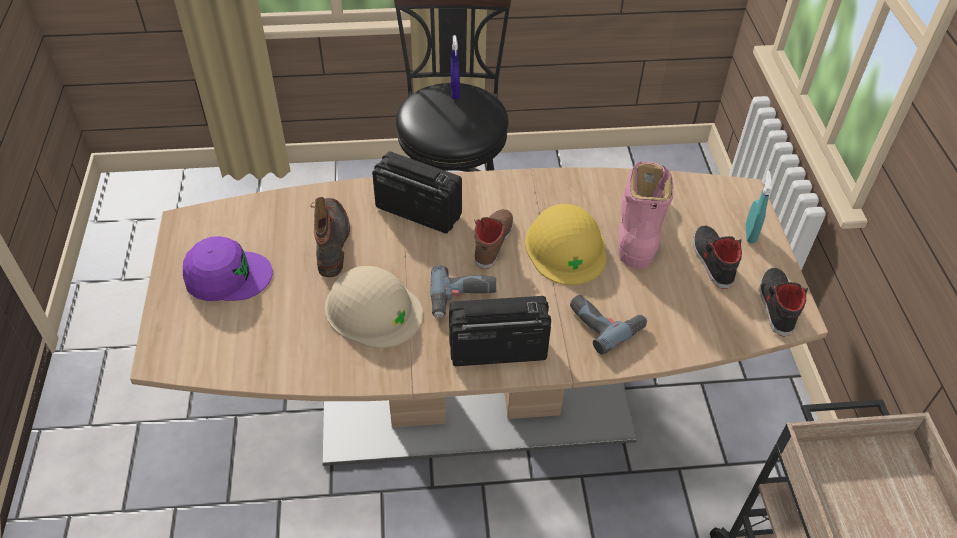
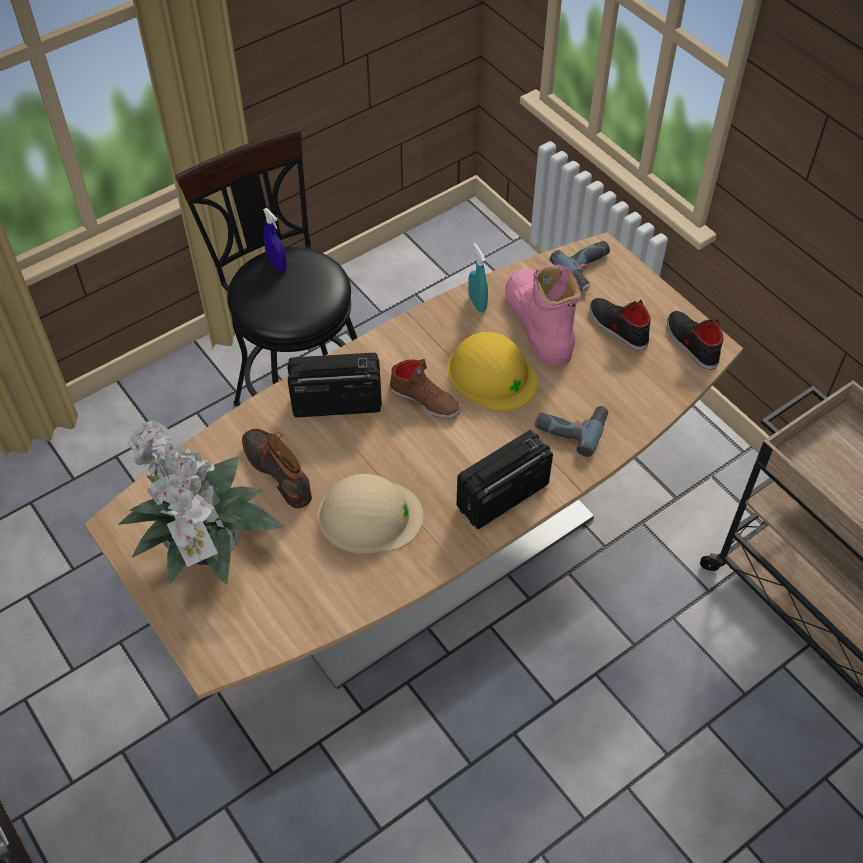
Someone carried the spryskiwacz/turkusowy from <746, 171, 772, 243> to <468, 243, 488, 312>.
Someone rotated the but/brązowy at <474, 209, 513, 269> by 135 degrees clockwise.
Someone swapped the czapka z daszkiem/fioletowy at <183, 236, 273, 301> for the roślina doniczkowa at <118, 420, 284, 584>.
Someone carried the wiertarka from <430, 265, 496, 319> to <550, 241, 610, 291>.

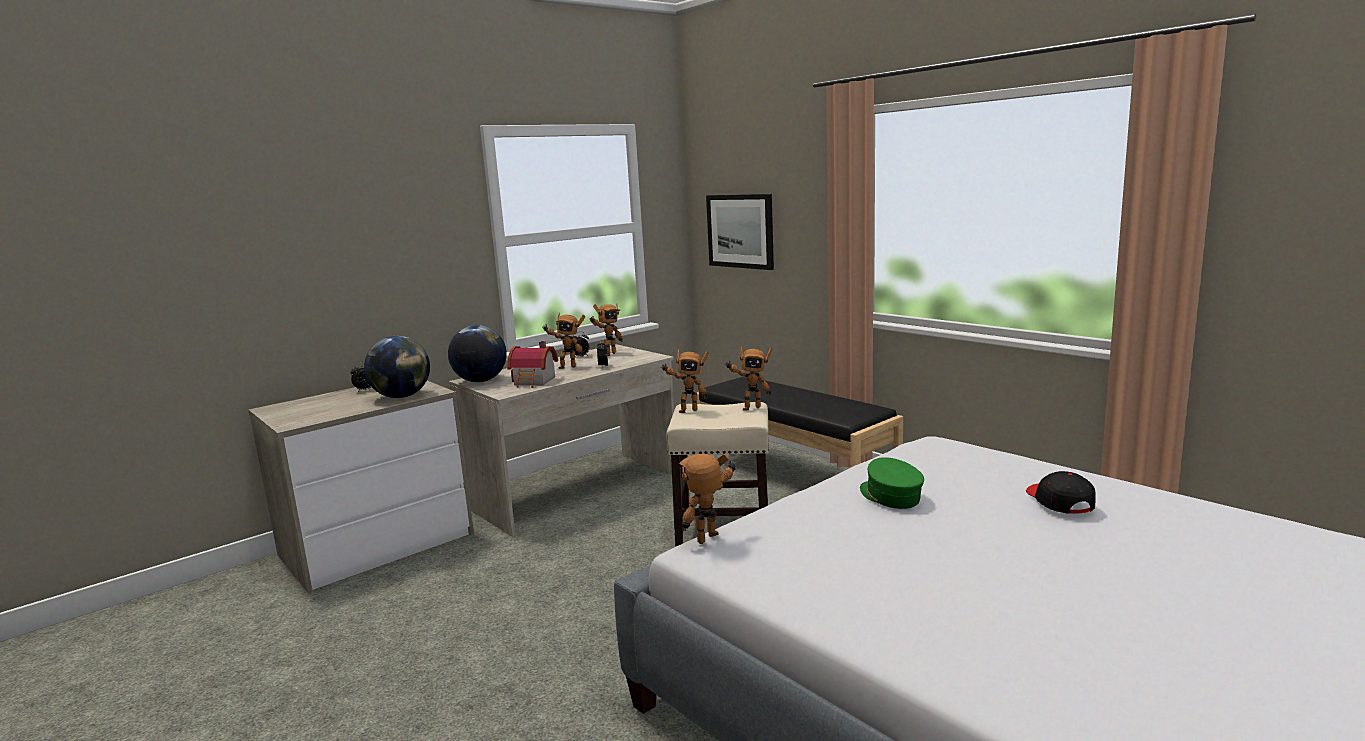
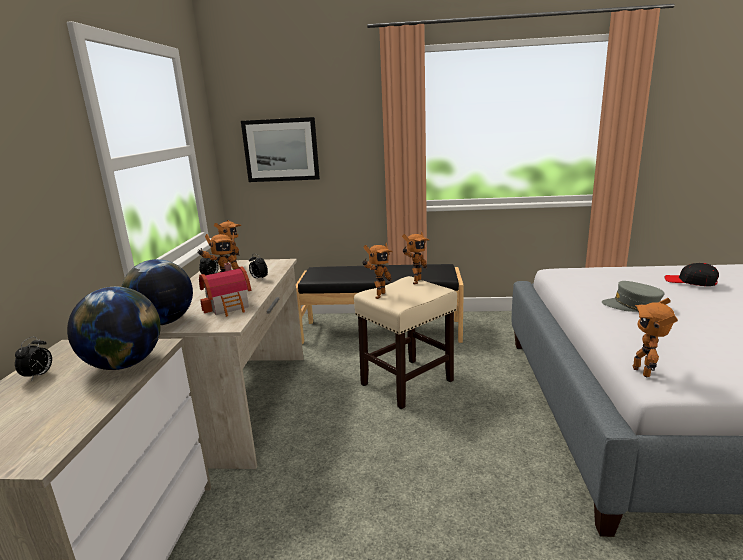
Someone repainted the czapka z daszkiem/zielony at <860, 457, 924, 509>, which became the czapka z daszkiem/szary at <602, 281, 665, 312>.

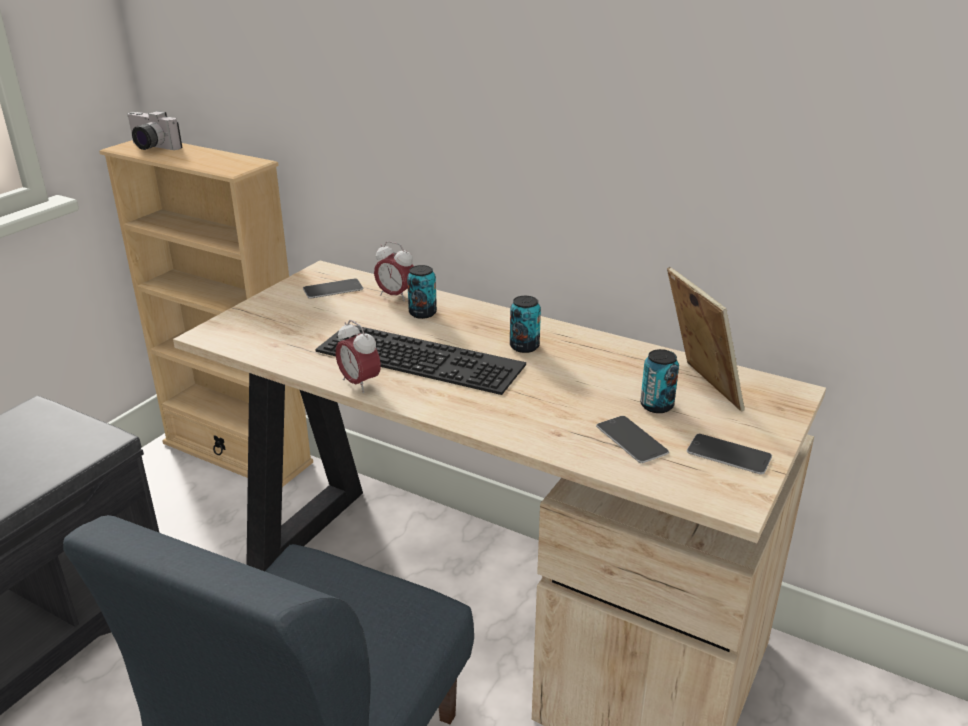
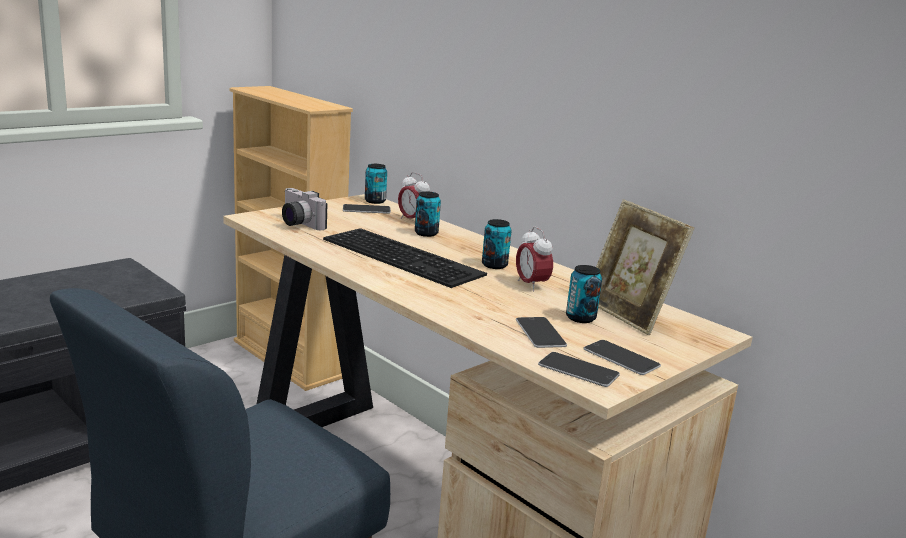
Someone carried the aparat fotograficzny from <127, 111, 183, 150> to <282, 188, 327, 230>.
Someone rotated the ramka na zdjęcie at <667, 267, 745, 412> by 150 degrees clockwise.
Someone carried the budzik from <336, 320, 381, 393> to <516, 227, 553, 292>.
Someone put down the puszka at <365, 164, 387, 204>.
Someone put down the telefon at <538, 352, 620, 387>.

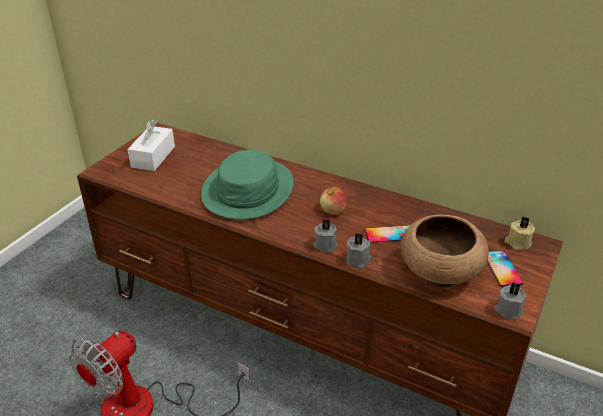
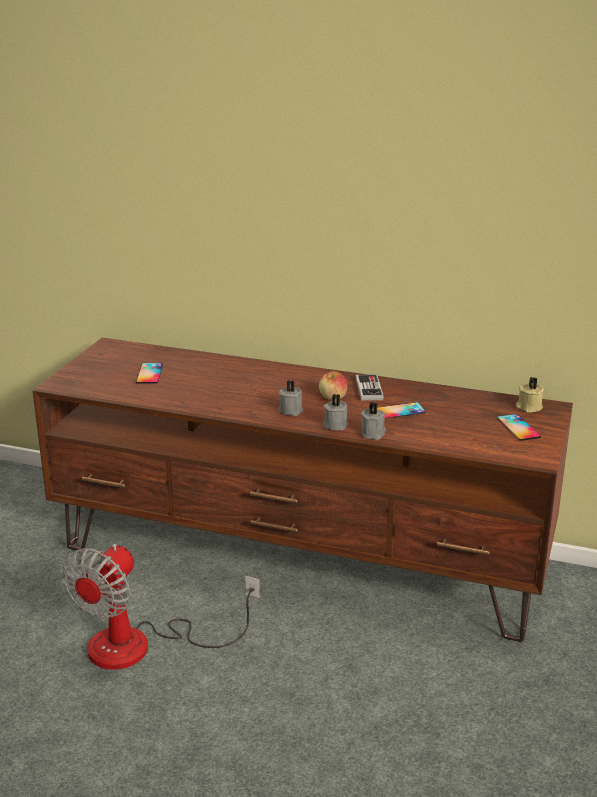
Someone took away the pudełko chusteczek/biały at <128, 119, 175, 171>.
Someone took away the kapelusz/zielony at <201, 150, 293, 219>.
Someone took away the miska/brązowy at <400, 215, 489, 288>.
Someone carried the świeca/szary from <495, 282, 526, 320> to <278, 380, 304, 416>.
Someone put down the telefon at <136, 363, 163, 384>.
Someone put down the pad do gier at <356, 374, 384, 401>.

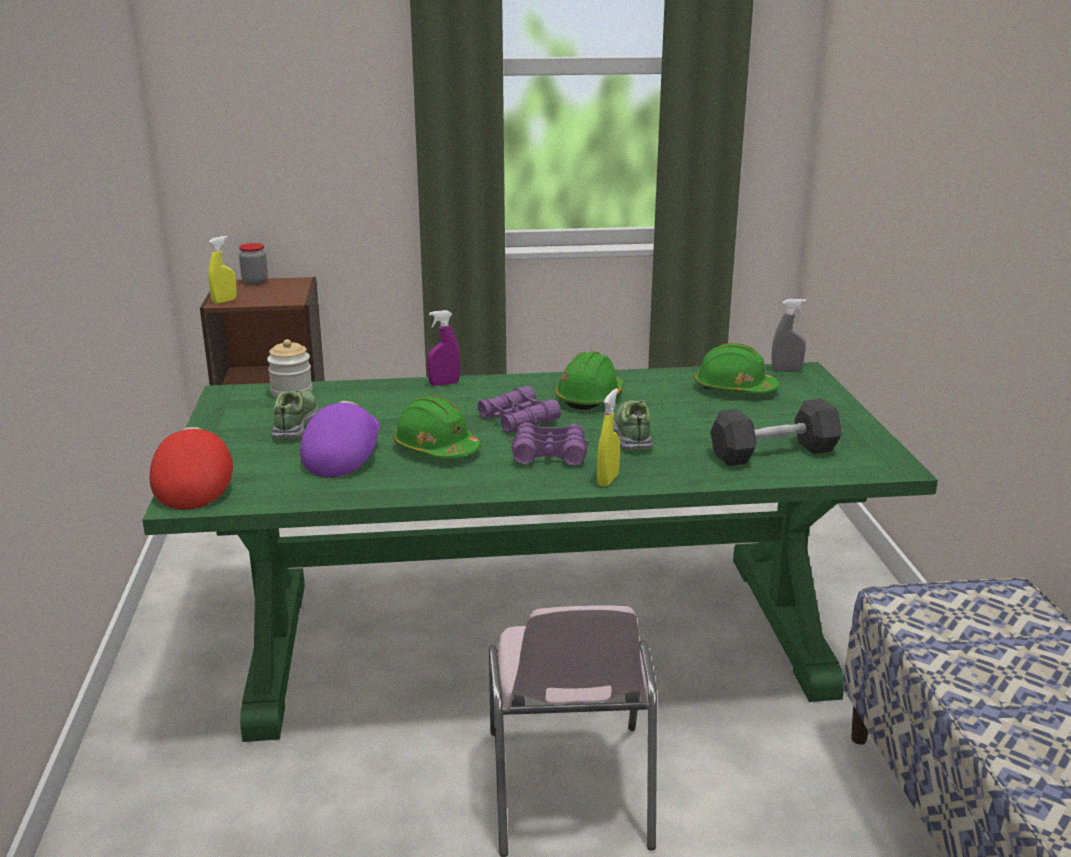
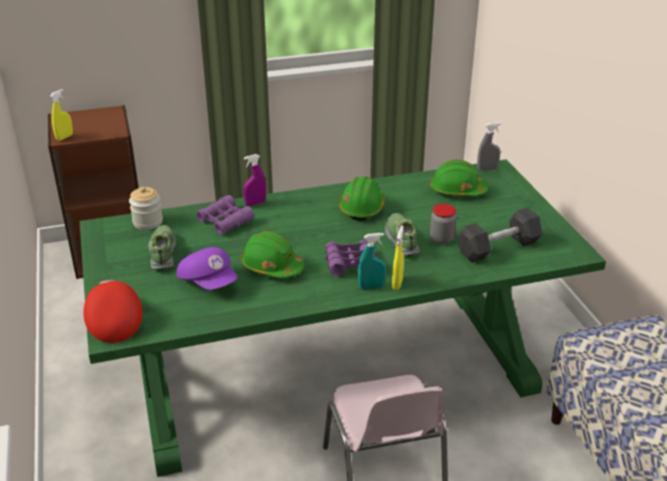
Someone carried the słoik from <239, 243, 268, 285> to <430, 204, 456, 245>.
Someone carried the lornetka/fioletowy from <477, 386, 561, 434> to <196, 195, 254, 235>.
Someone rotated the czapka z daszkiem/fioletowy at <300, 401, 380, 478> by 135 degrees clockwise.
Someone put down the spryskiwacz/turkusowy at <358, 233, 386, 289>.

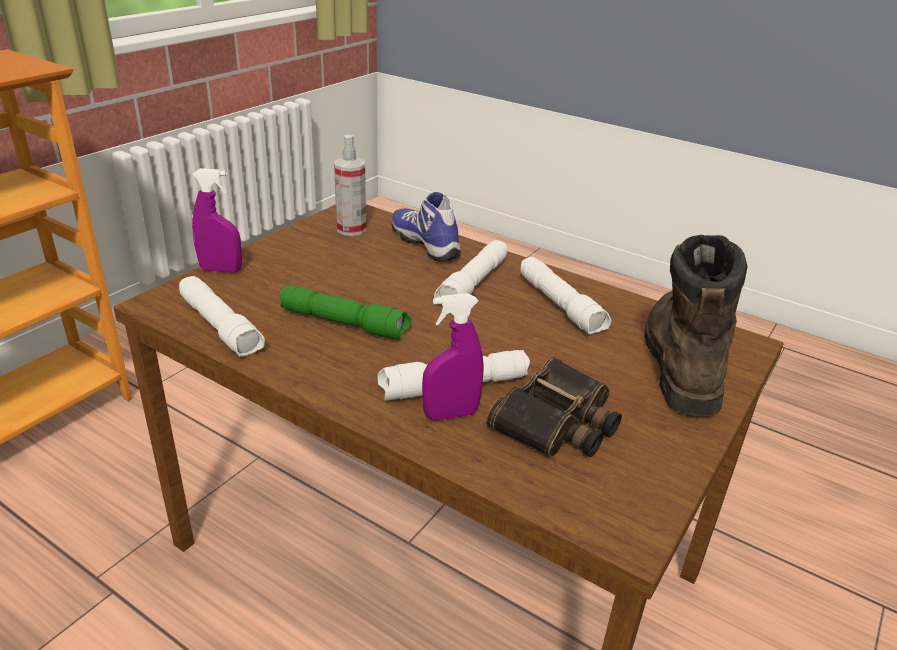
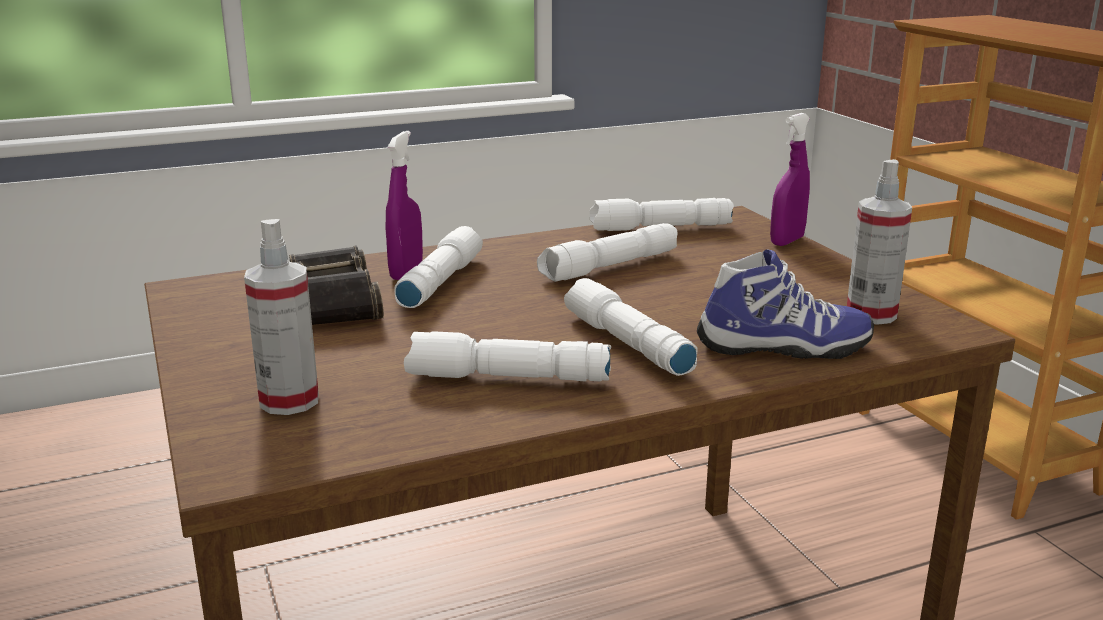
Someone swapped the but z cholewką/brązowy at <644, 235, 748, 416> for the spryskiwacz at <244, 219, 319, 415>.
Someone repainted the latarka/zielony at <279, 285, 411, 340>, which became the latarka/biały at <537, 223, 678, 282>.

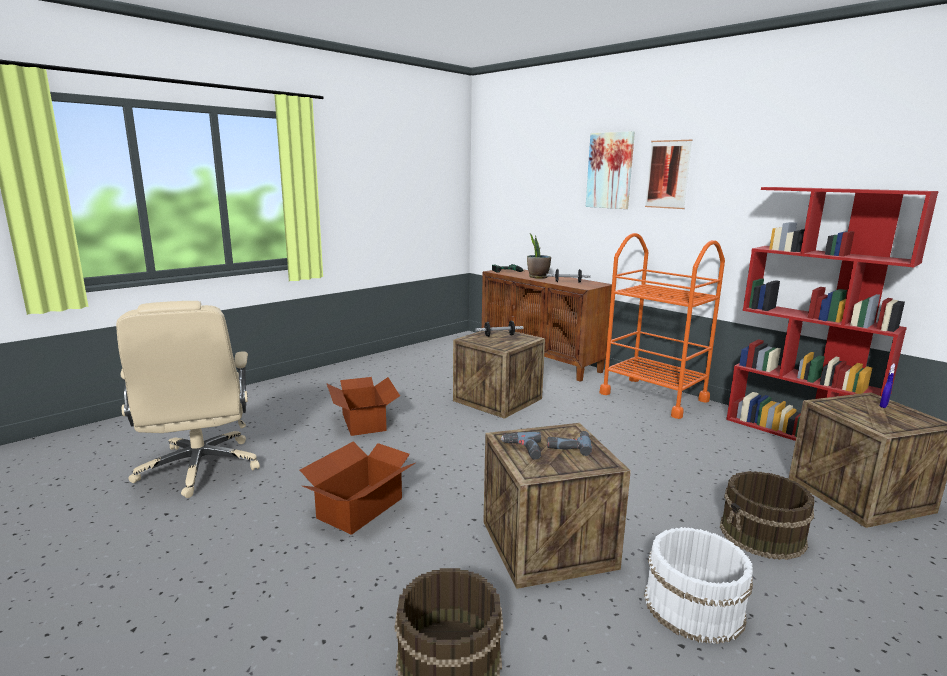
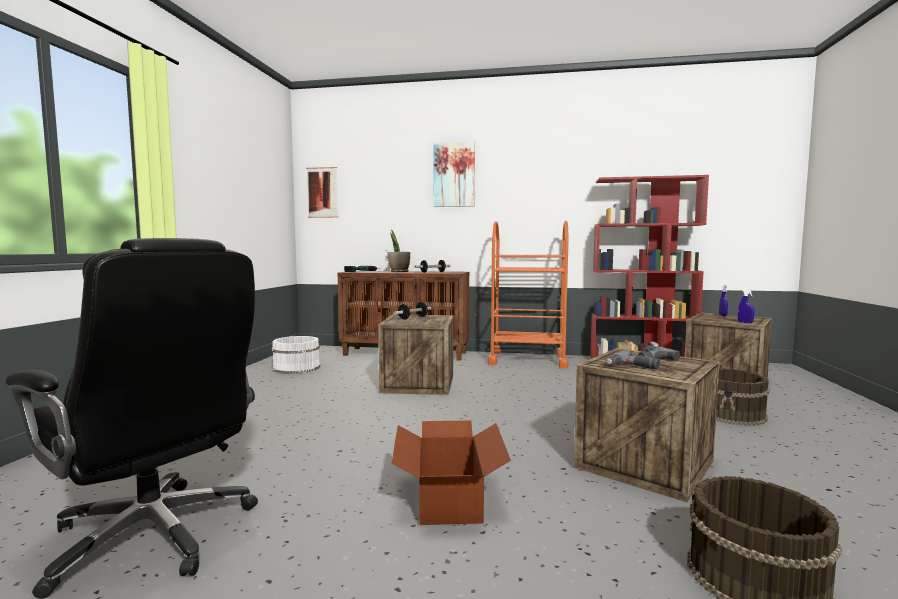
Someone carried the obraz from <645, 140, 692, 209> to <306, 167, 338, 218>.
Someone repainted the krzesło biurowe/beżowy at <116, 301, 260, 498>, which became the krzesło biurowe/czarny at <5, 238, 258, 599>.
Someone took away the karton at <327, 377, 400, 436>.
Someone carried the wiadro/biały from <644, 527, 753, 644> to <272, 336, 320, 374>.
Someone put down the spryskiwacz/niebieski at <738, 289, 755, 323>.

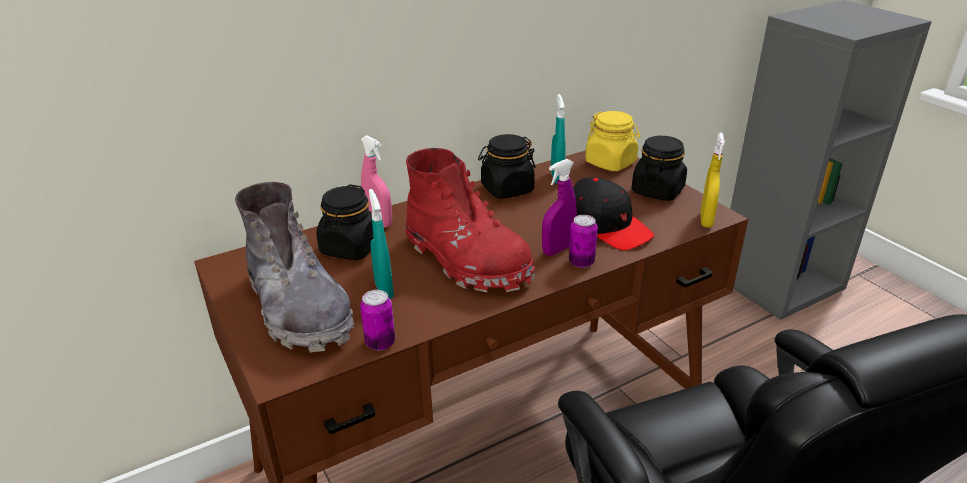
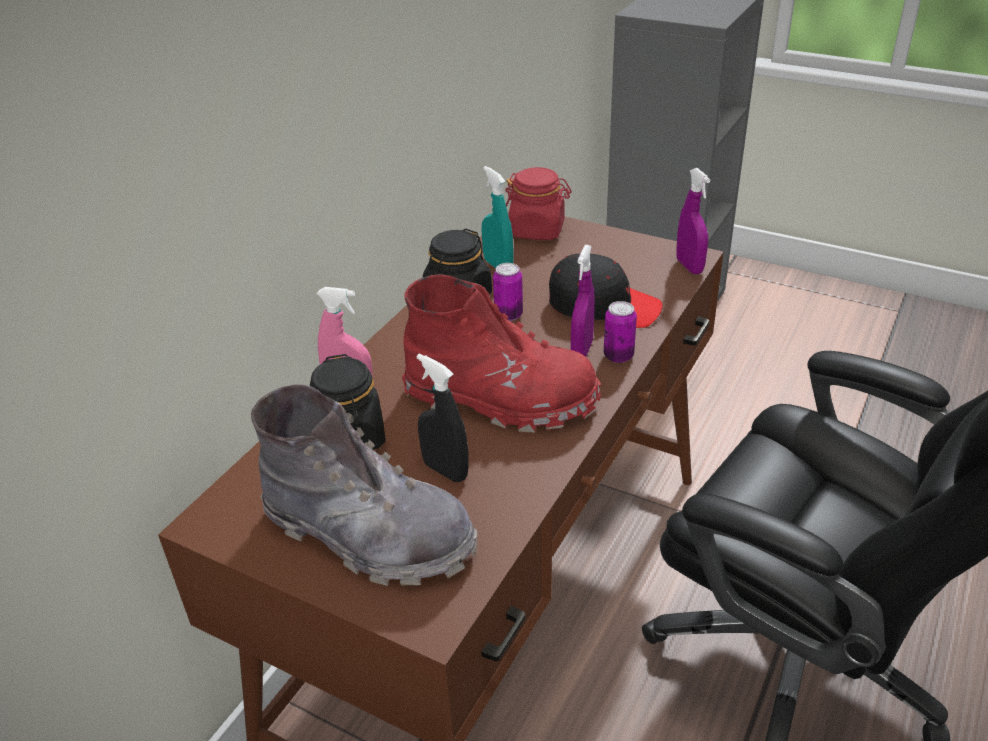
Someone repainted the słoik/żółty at <585, 111, 640, 171>, which became the słoik/czerwony at <505, 167, 572, 240>.
Someone repainted the spryskiwacz/żółty at <700, 133, 725, 227>, which became the spryskiwacz/fioletowy at <676, 168, 710, 274>.
Someone took away the słoik/czarny at <631, 136, 687, 201>.
Someone repainted the spryskiwacz/turkusowy at <369, 189, 394, 299>, which became the spryskiwacz/czarny at <417, 354, 468, 482>.
Someone carried the puszka from <360, 290, 395, 351> to <493, 263, 523, 321>.

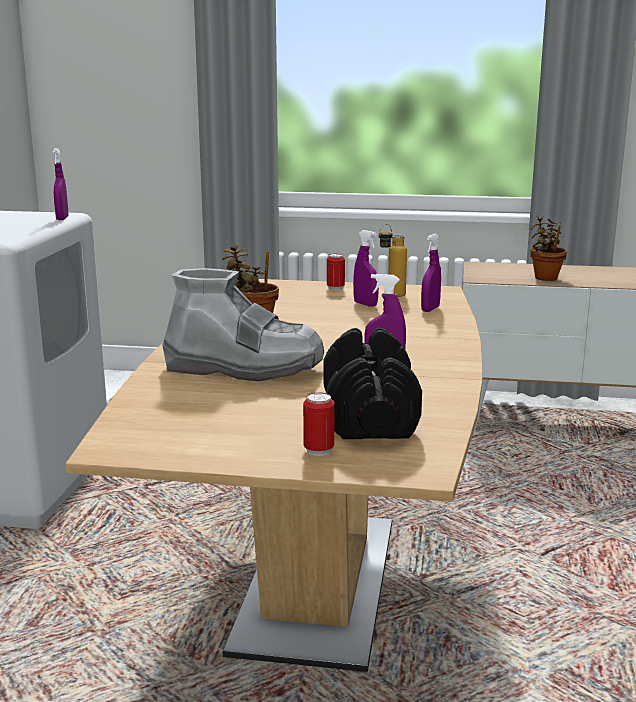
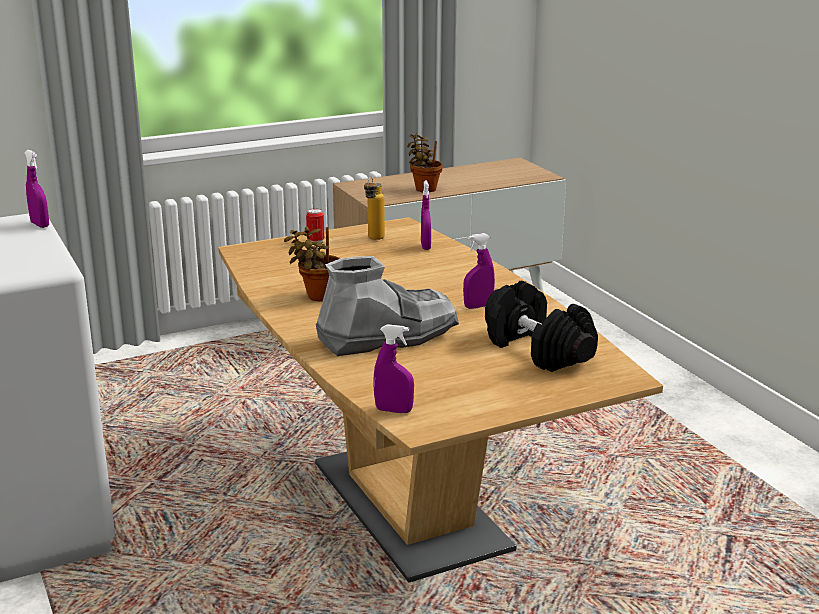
Someone carried the spryskiwacz/fioletowy from <353, 230, 379, 307> to <373, 324, 414, 413>.
Someone took away the puszka at <303, 392, 335, 456>.

